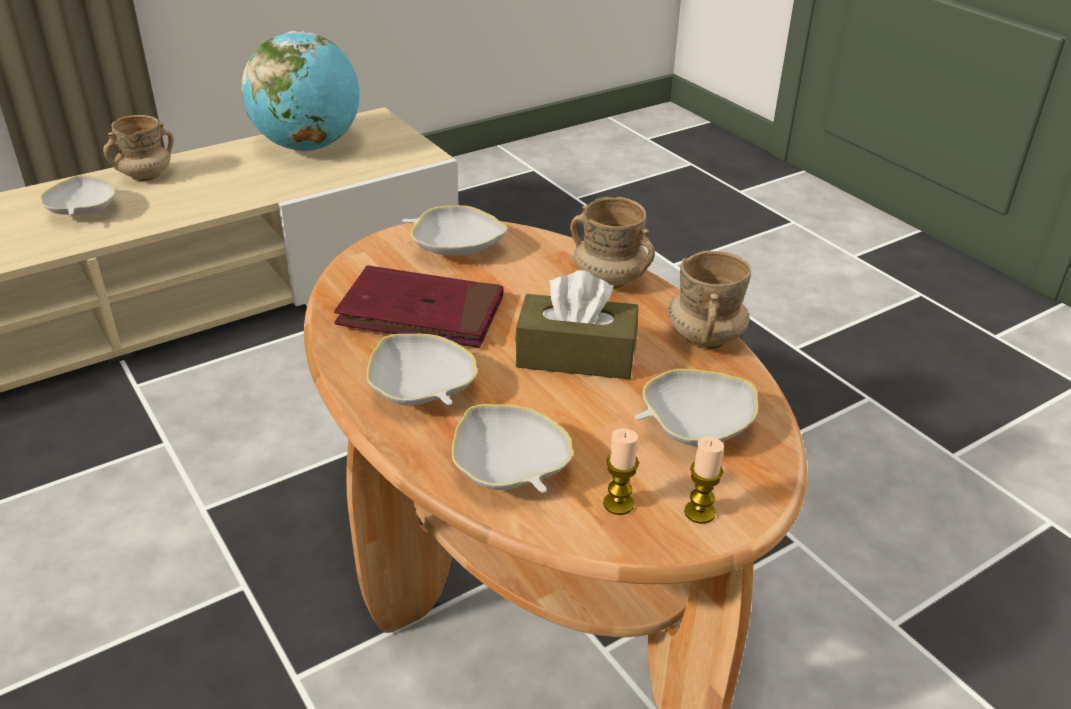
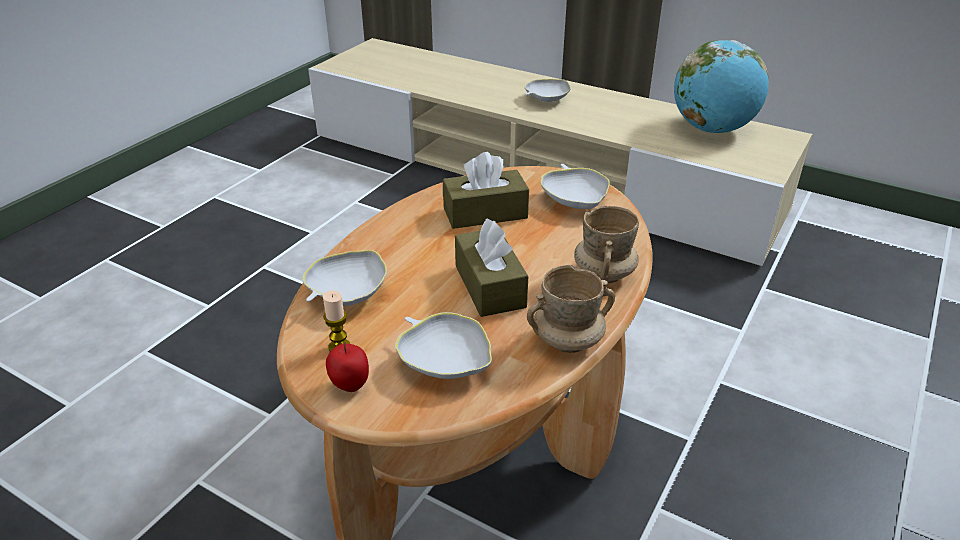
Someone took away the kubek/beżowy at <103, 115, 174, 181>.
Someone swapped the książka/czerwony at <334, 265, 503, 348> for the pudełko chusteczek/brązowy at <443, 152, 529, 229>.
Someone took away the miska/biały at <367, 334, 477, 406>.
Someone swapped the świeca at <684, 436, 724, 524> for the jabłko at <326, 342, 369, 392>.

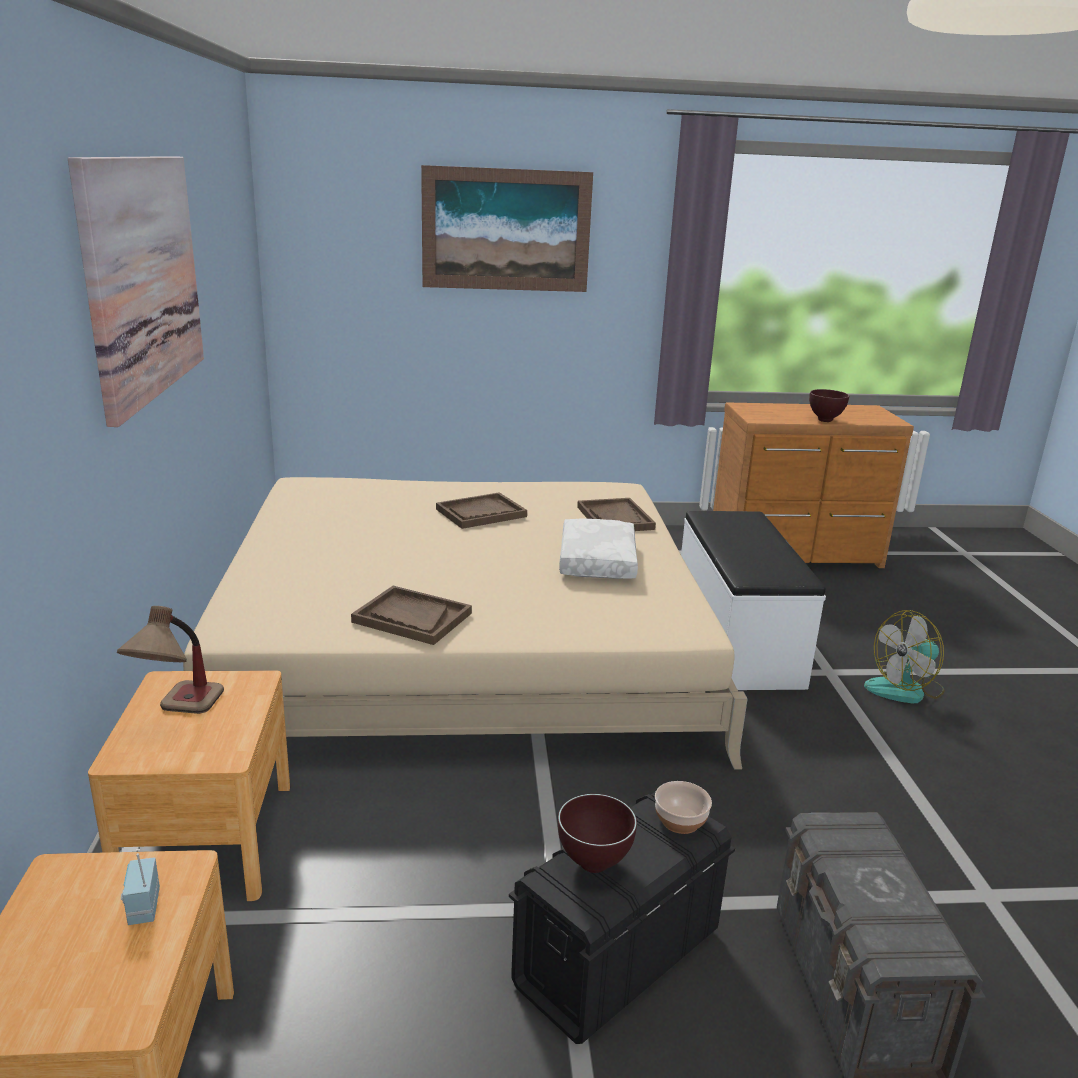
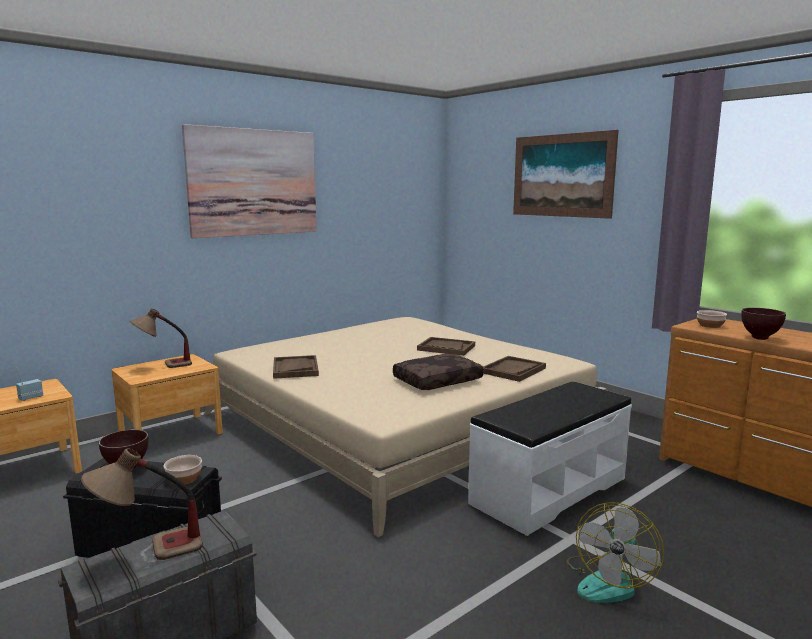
Someone repainted the poduszka/biały at <559, 518, 638, 579>, which became the poduszka/brązowy at <393, 354, 484, 390>.
Someone rotated the wentylator at <864, 610, 945, 703> by 90 degrees counterclockwise.
Someone put down the miska at <697, 310, 727, 328>.
Someone put down the lampa stołowa at <81, 448, 203, 560>.

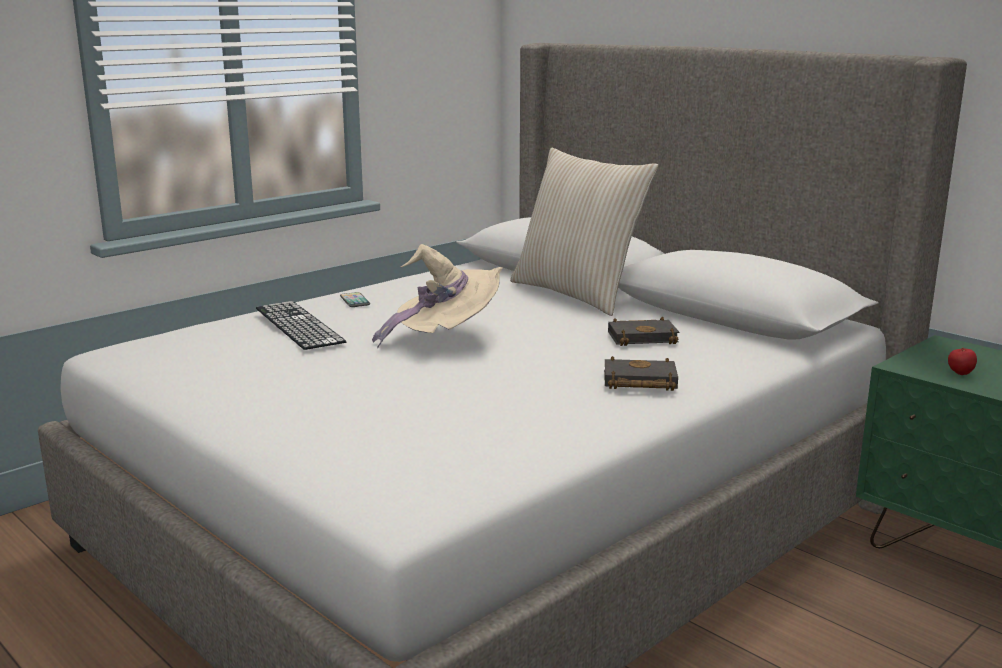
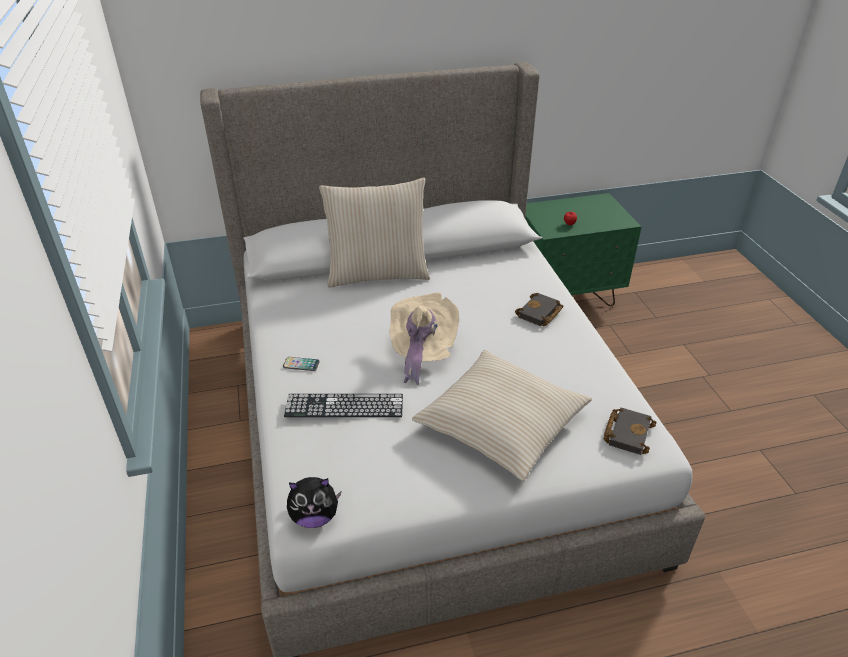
Someone carried the książka/czarny from <608, 317, 679, 346> to <603, 408, 656, 455>.
Someone put down the poduszka/beżowy at <412, 350, 592, 481>.
Someone put down the pluszak at <287, 477, 342, 528>.

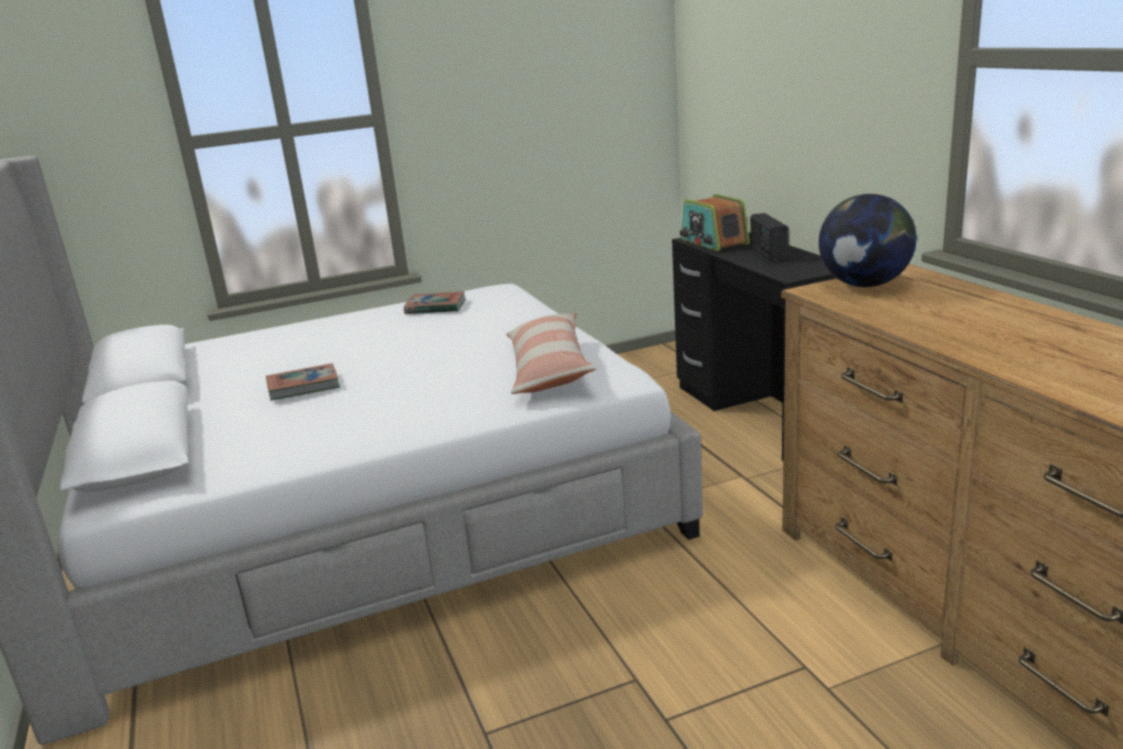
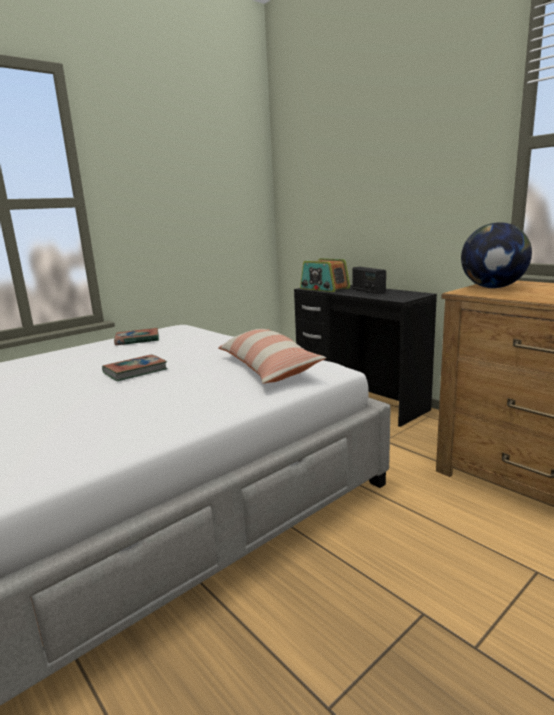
Someone carried the książka from <266, 363, 340, 401> to <102, 354, 168, 381>.

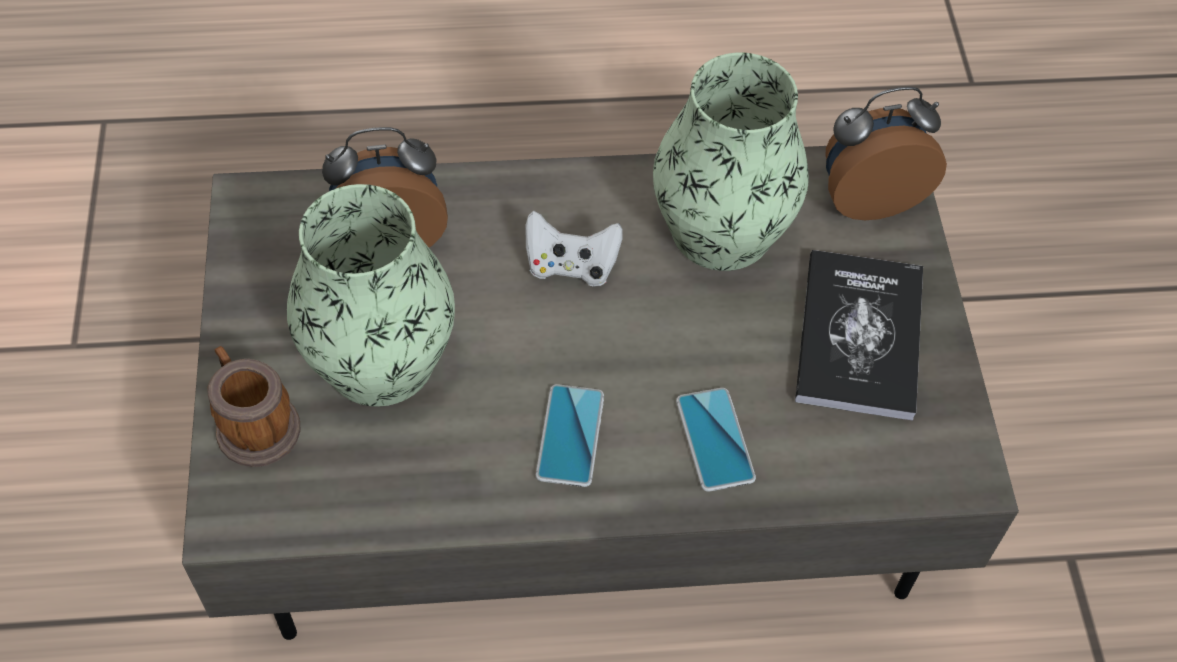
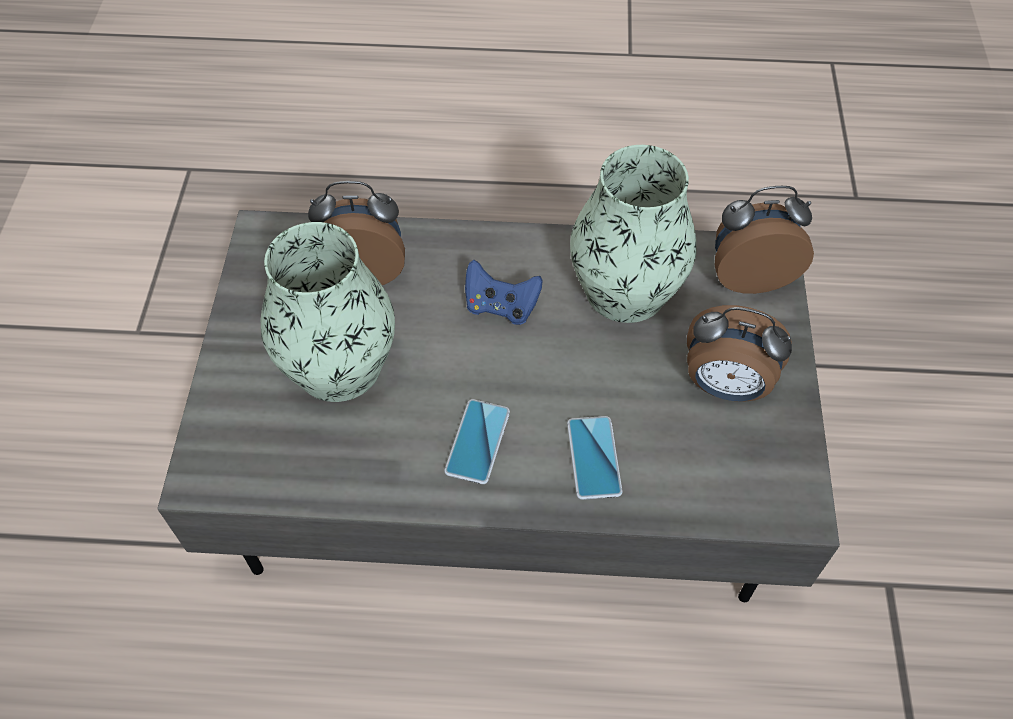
Someone repainted the pad do gier/biały at <526, 211, 623, 287>, which became the pad do gier/niebieski at <465, 260, 543, 325>.
Someone swapped the książka at <795, 250, 923, 421> for the budzik at <687, 305, 792, 402>.
Someone took away the kubek at <207, 346, 301, 467>.

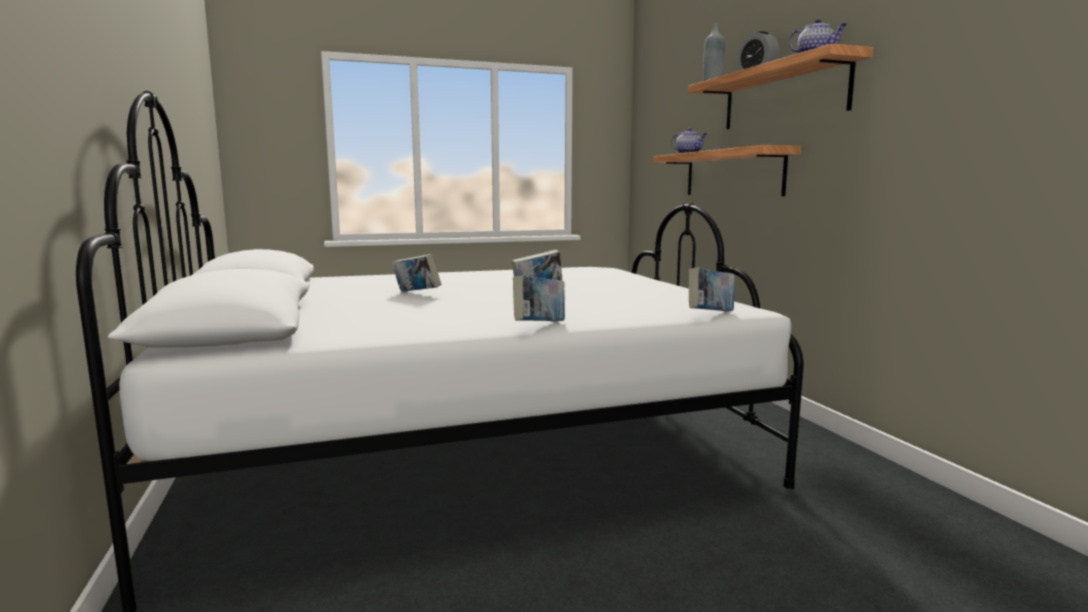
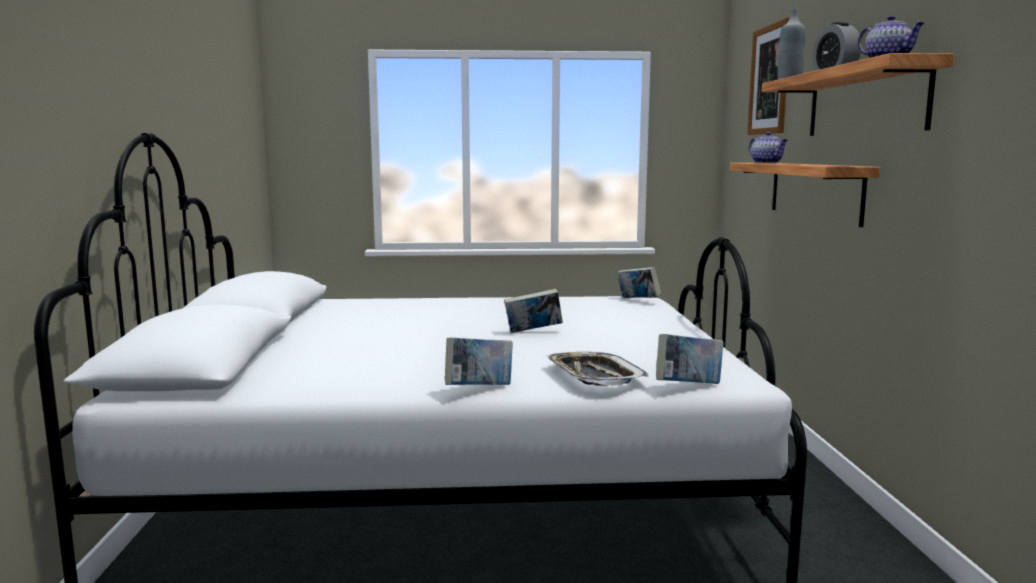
Someone carried the książka from <392, 254, 441, 292> to <617, 267, 661, 298>.
Someone put up the obraz at <747, 17, 789, 135>.
Someone put down the taca at <546, 352, 649, 386>.

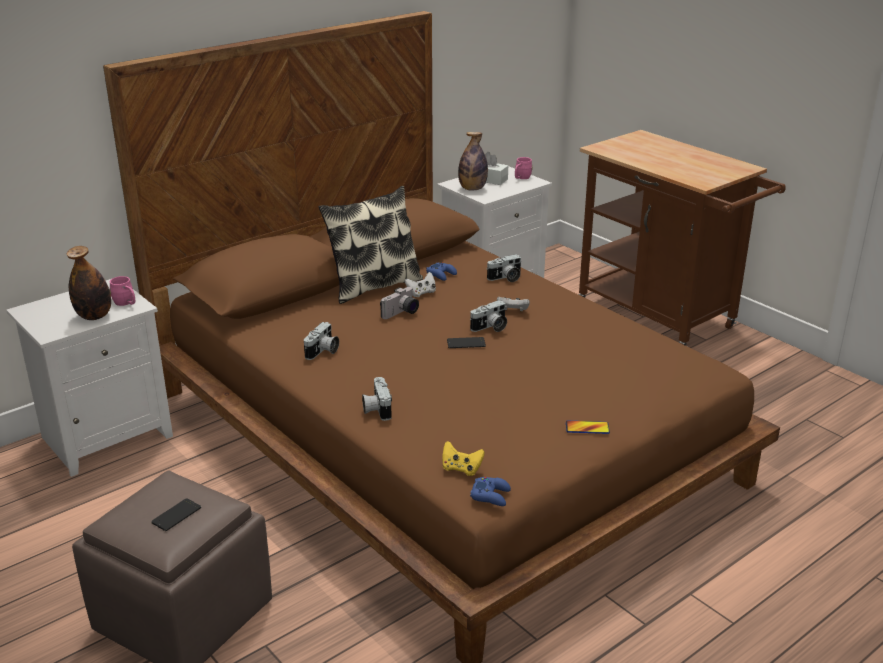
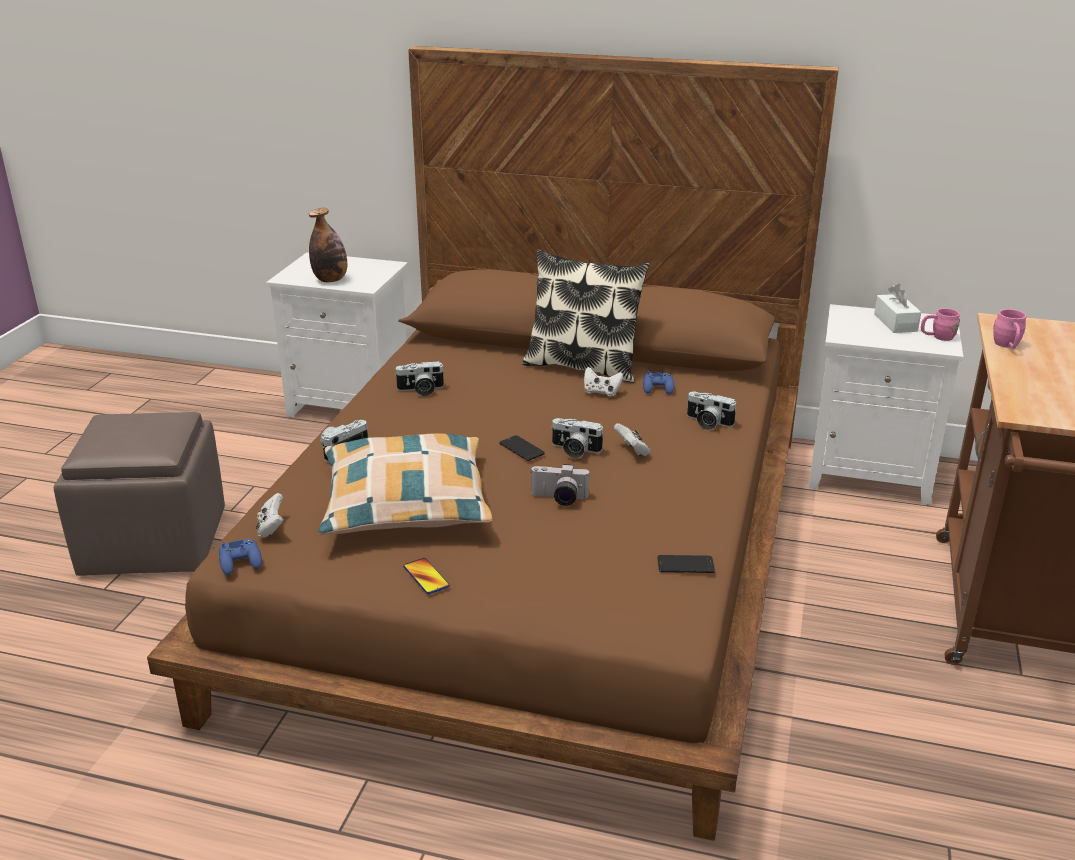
Someone took away the butelka at <458, 132, 488, 191>.
Someone carried the kubek/różowy from <109, 276, 135, 306> to <993, 309, 1026, 349>.
Someone carried the aparat fotograficzny from <380, 287, 419, 319> to <530, 464, 590, 506>.
Someone repainted the pad do gier/żółty at <442, 441, 485, 476>, which became the pad do gier/biały at <256, 493, 284, 537>.
Someone carried the telefon from <151, 498, 201, 531> to <657, 555, 715, 573>.
Someone put down the poduszka at <318, 433, 492, 535>.

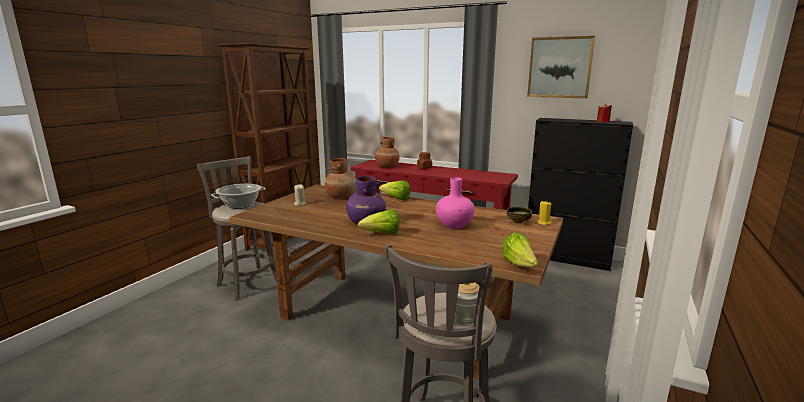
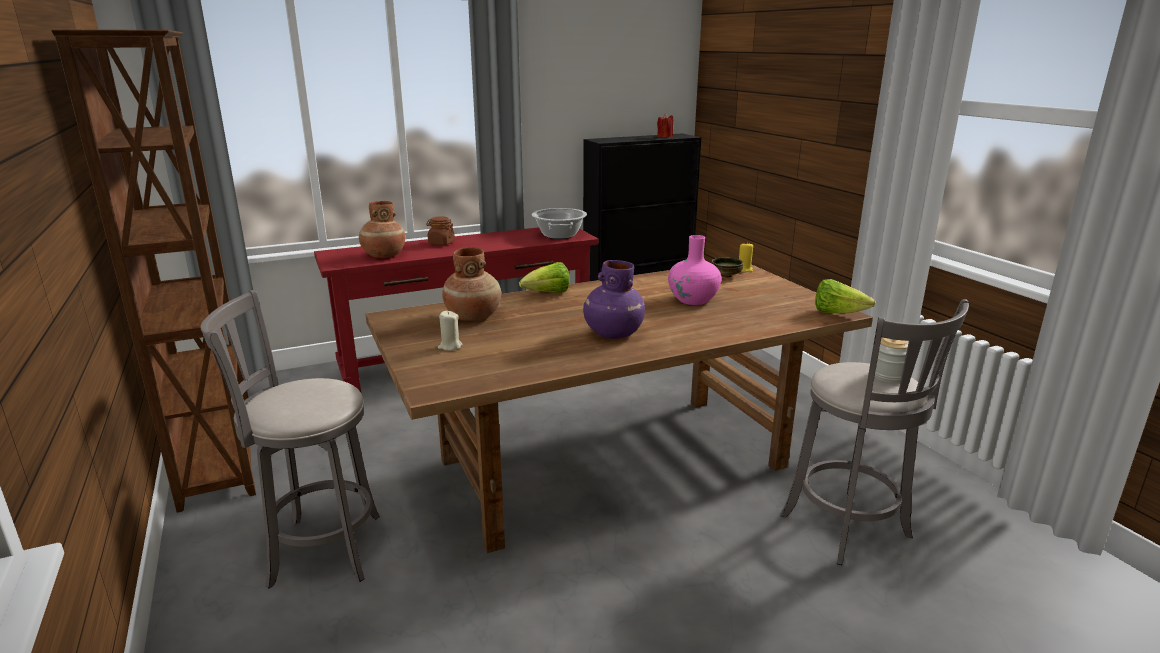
Someone took away the obraz at <527, 36, 595, 98>.
Someone carried the garnek from <211, 184, 266, 209> to <532, 208, 587, 239>.
Someone took away the sałata at <358, 210, 399, 234>.

